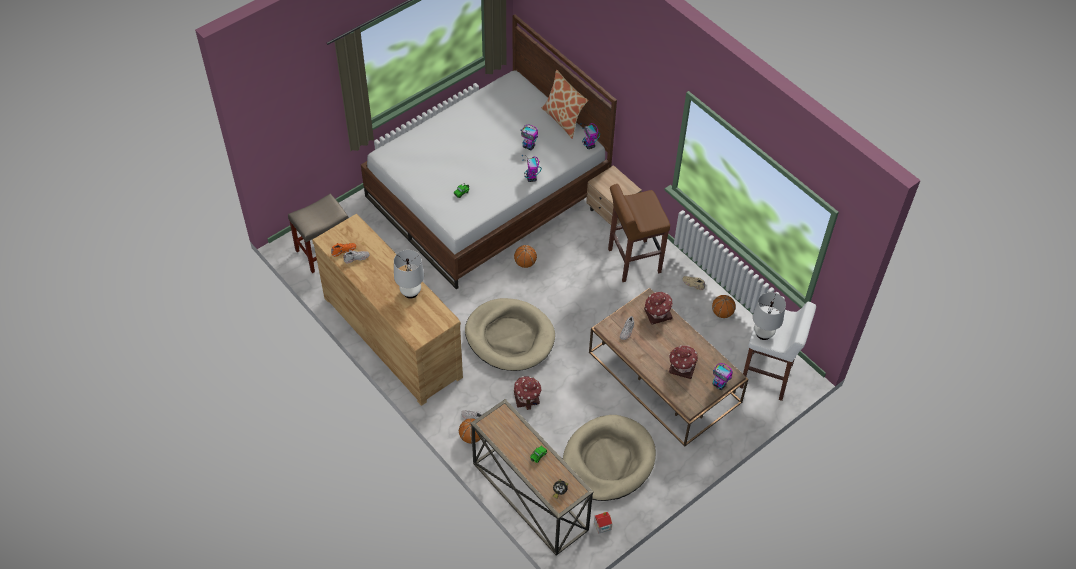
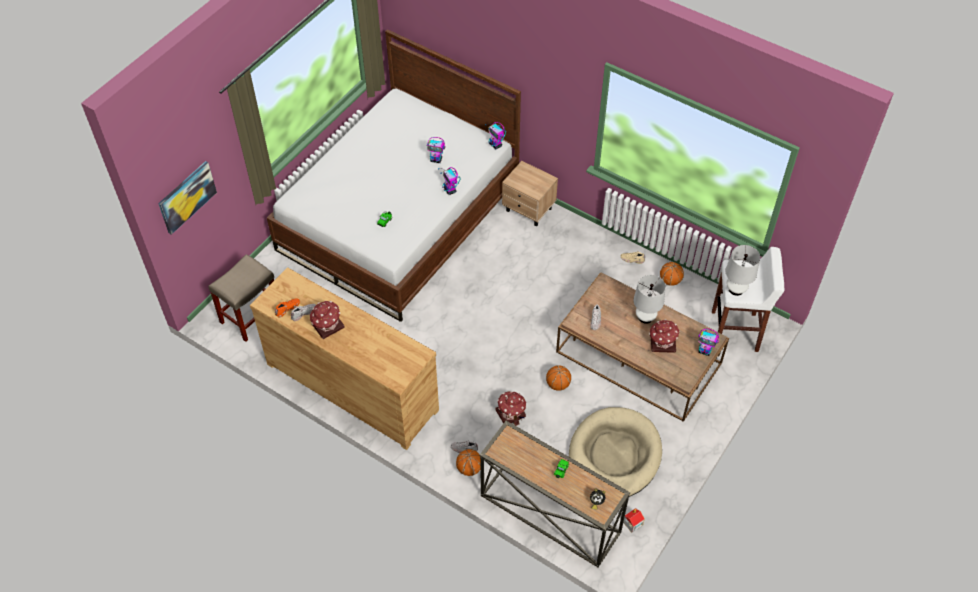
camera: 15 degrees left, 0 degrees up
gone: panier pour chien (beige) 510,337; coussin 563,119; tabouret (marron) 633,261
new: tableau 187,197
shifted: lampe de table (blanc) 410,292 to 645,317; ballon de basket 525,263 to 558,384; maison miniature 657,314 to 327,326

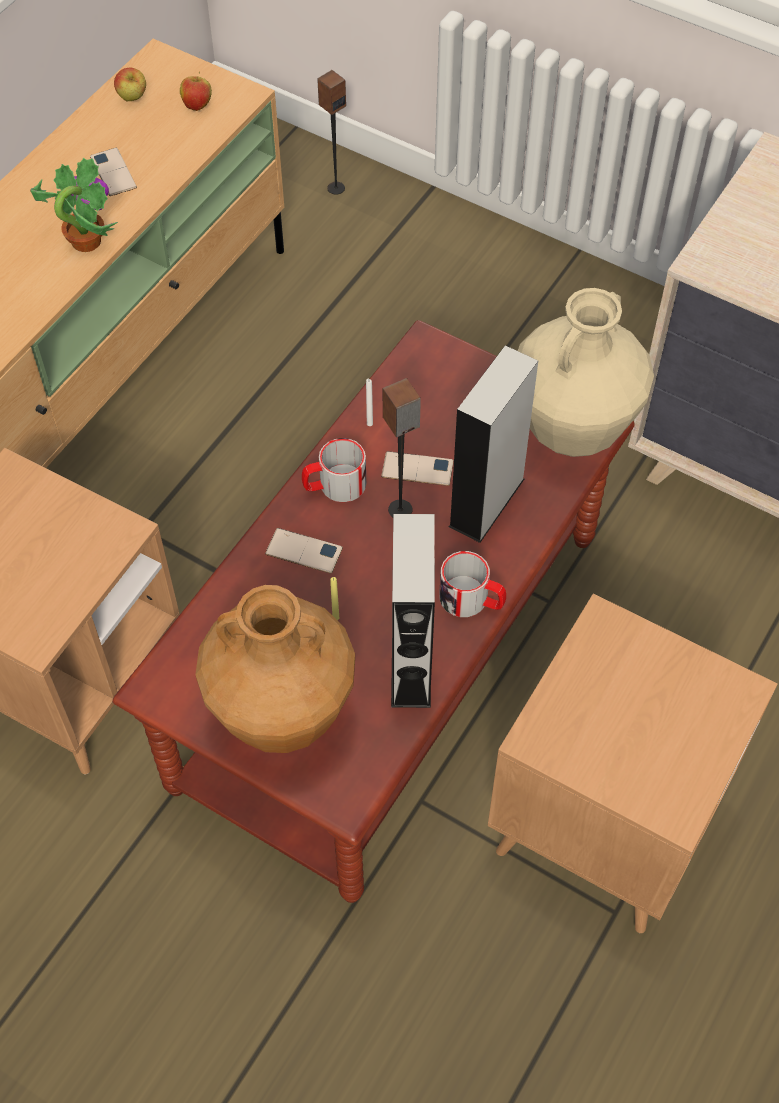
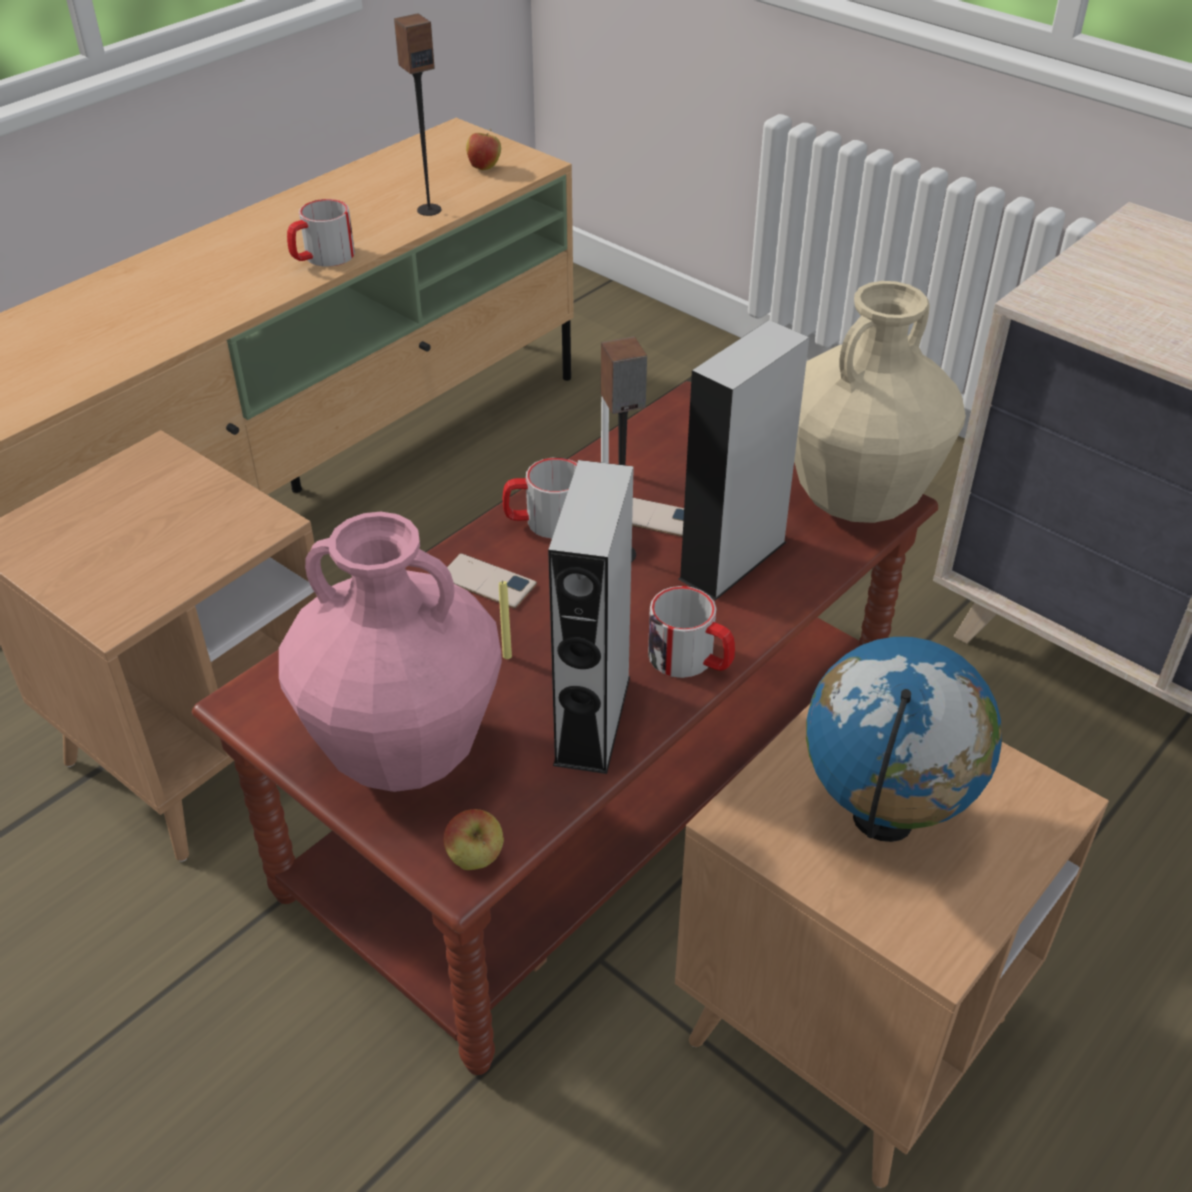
camera: 10 degrees right, 15 degrees down
gone: téléphone 113,172
new: globe 883,821
shifted: pomme 133,98 to 475,860; enceinte 335,188 to 429,210
swapped: plante en pot 85,241 to mug 322,258
repainted: vase (marron) 283,714 to vase (rose) 406,754

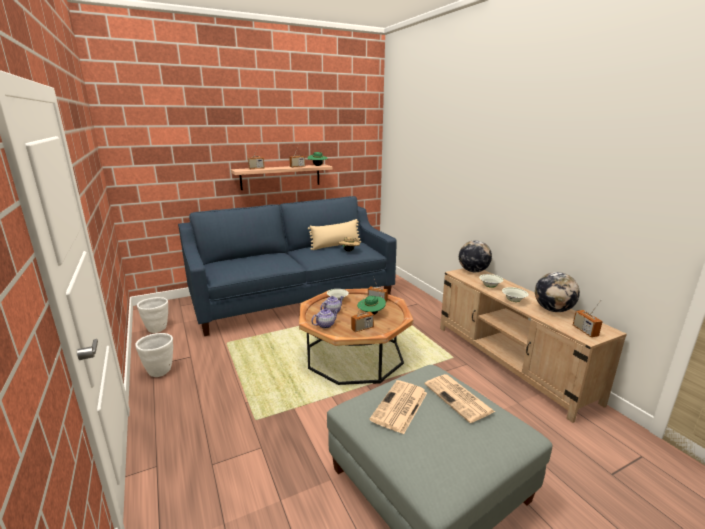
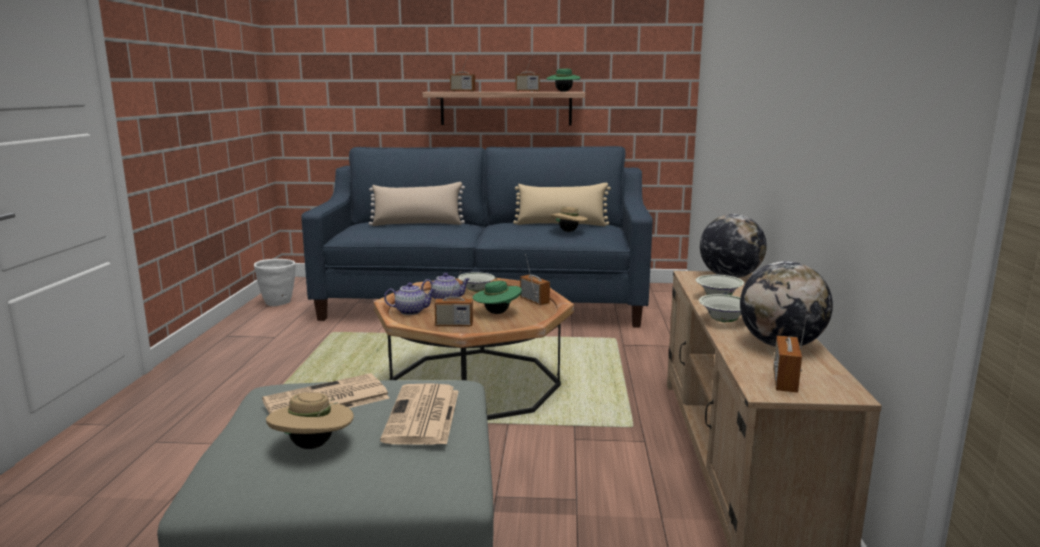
camera: 30 degrees right, 5 degrees down
gone: cache-pot (blanc) 160,371
new: chapeau (beige) 313,446; coussin (beige) 417,224

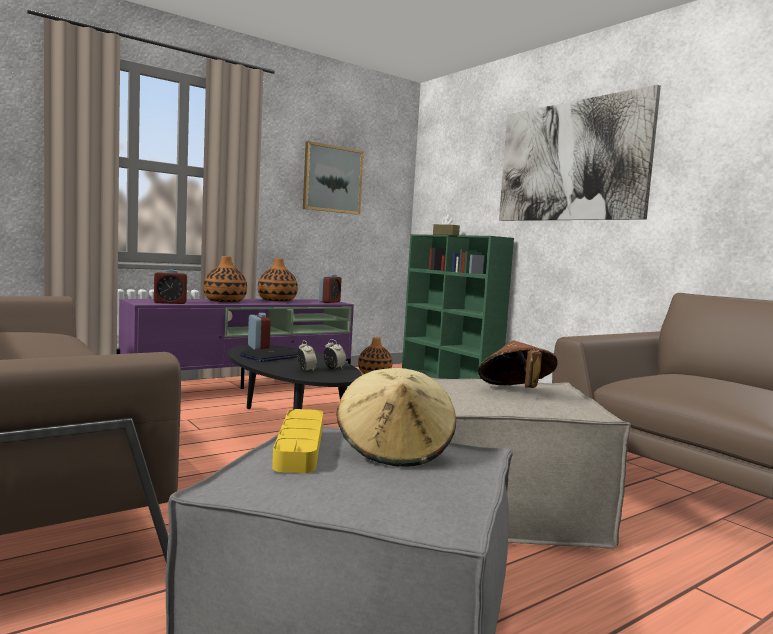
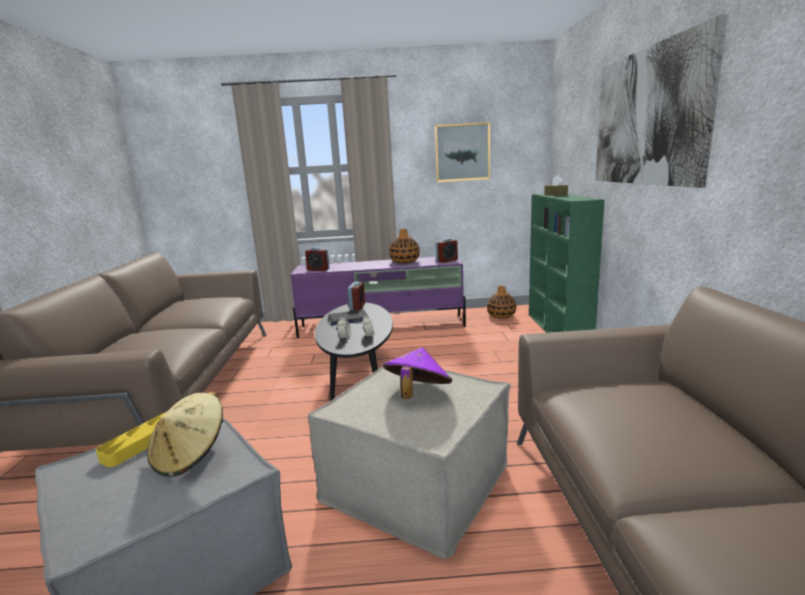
camera: 35 degrees right, 10 degrees up
gone: vase 225,301
repainted: chapeau (marron) 515,392 to chapeau (violet) 417,394

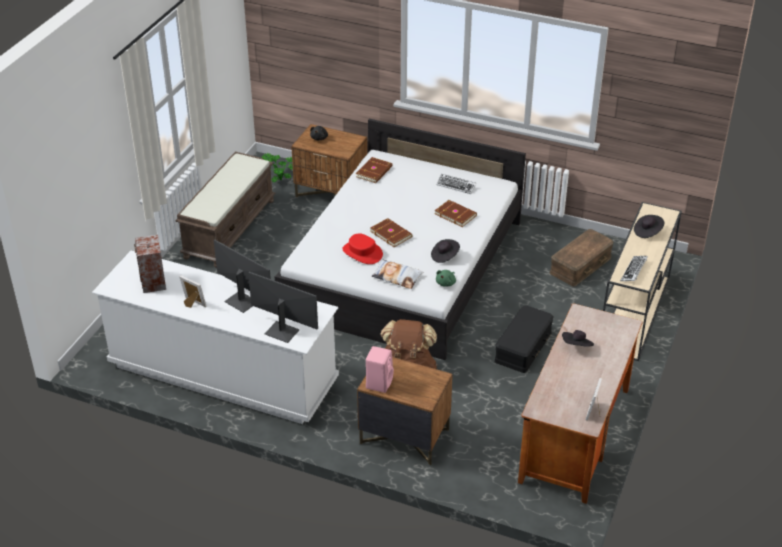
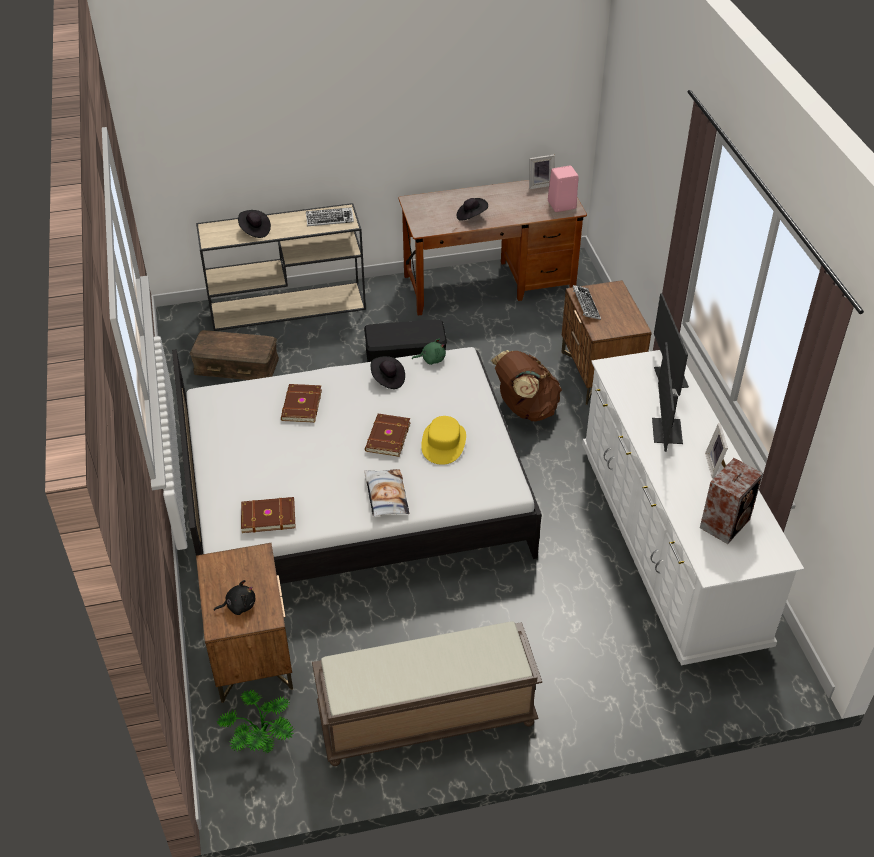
camera: 125 degrees left, 5 degrees up
shifted: enceinte (rose) 379,382 to 561,205; coussin 397,277 to 385,496; clavier 456,186 to 585,305
repainted: chapeau (rouge) 362,252 to chapeau (jaune) 444,443

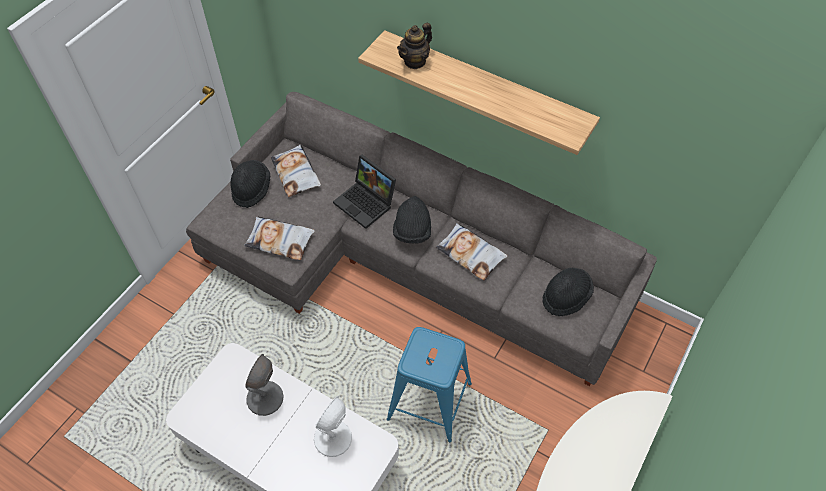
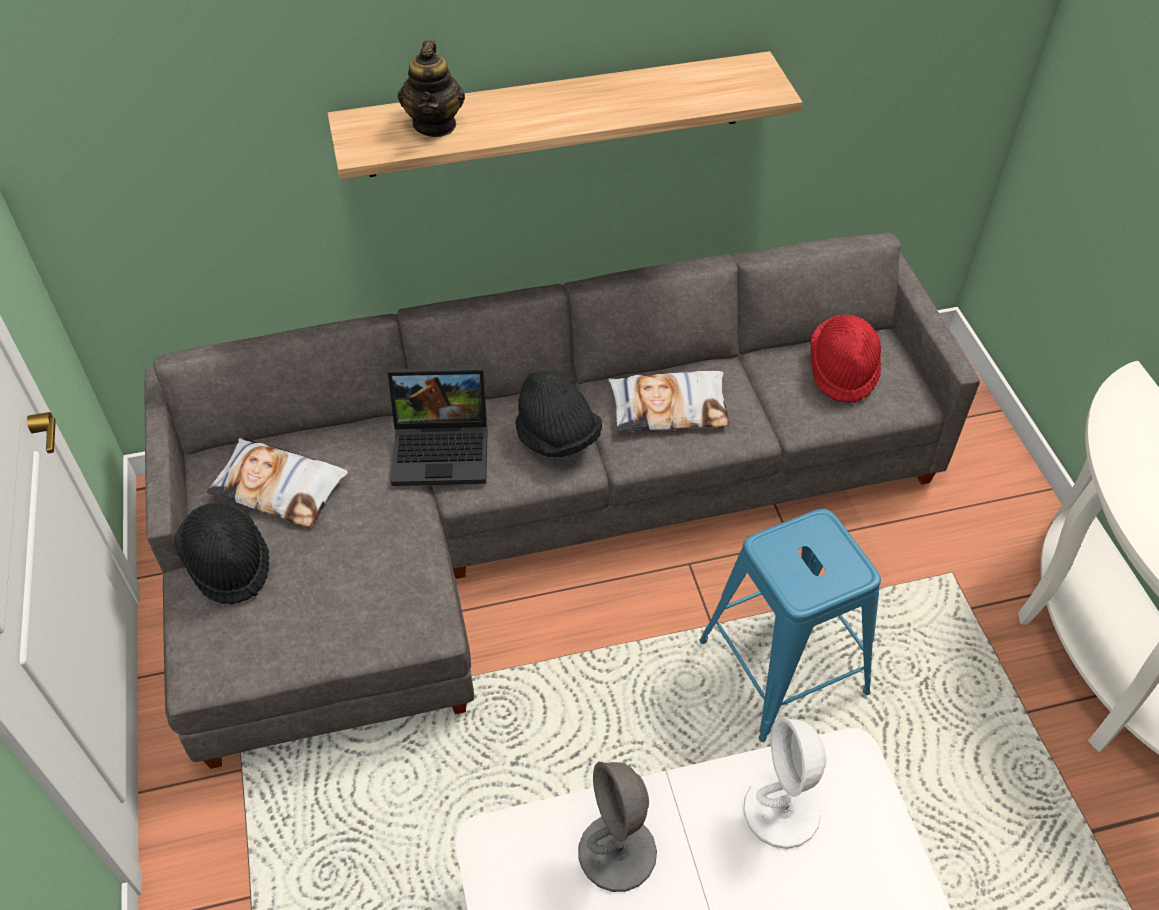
camera: 45 degrees left, 5 degrees down
gone: coussin 280,241
repainted: chapeau (noir) 566,297 to chapeau (rouge) 842,371

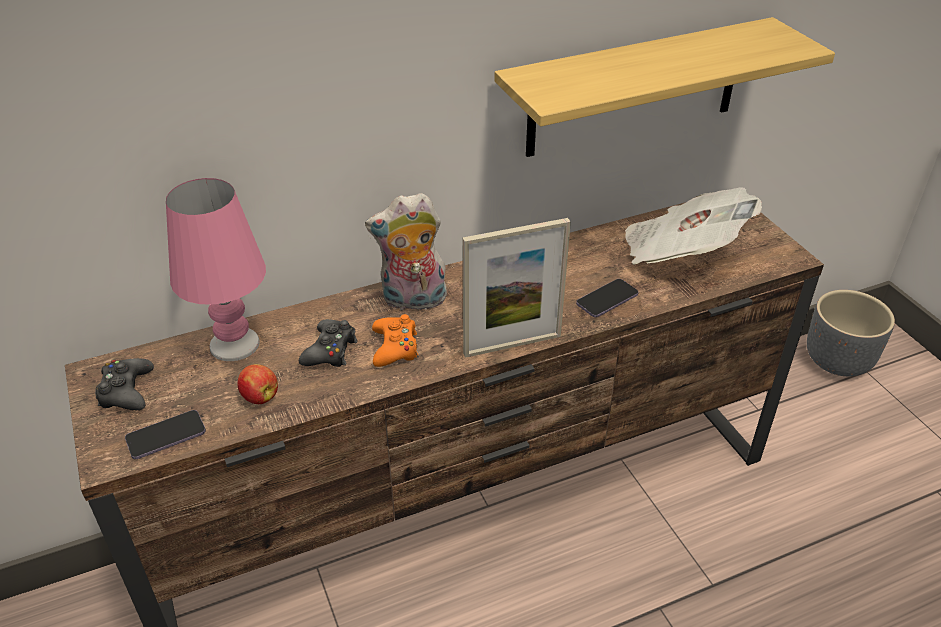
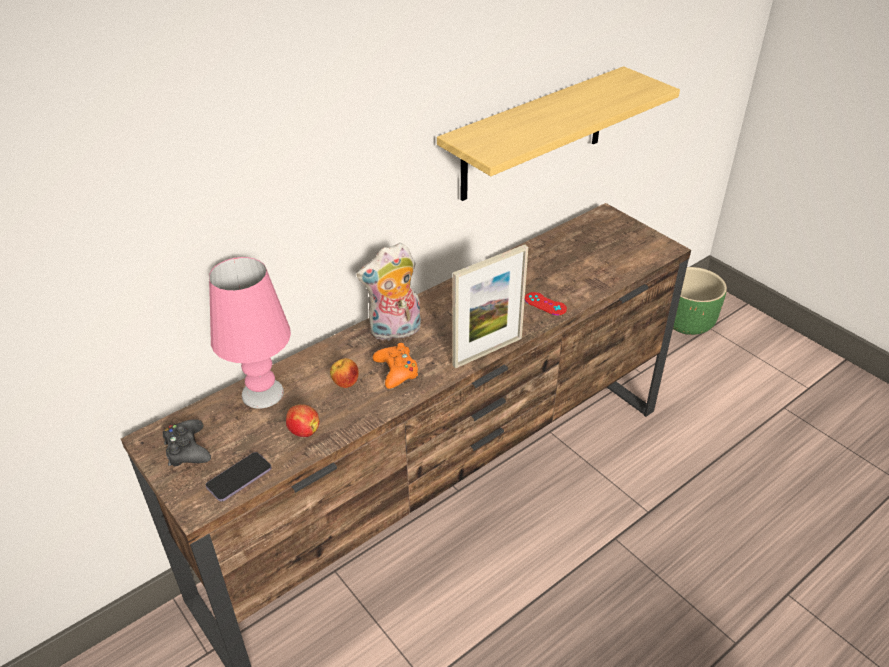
camera: 15 degrees left, 0 degrees up
gone: journal 681,252
swapped: manette (noir) 330,351 to pomme 345,383; téléphone 607,300 to manette (rouge) 545,304
repainted: cache-pot (gris) 838,360 to cache-pot (vert) 687,323

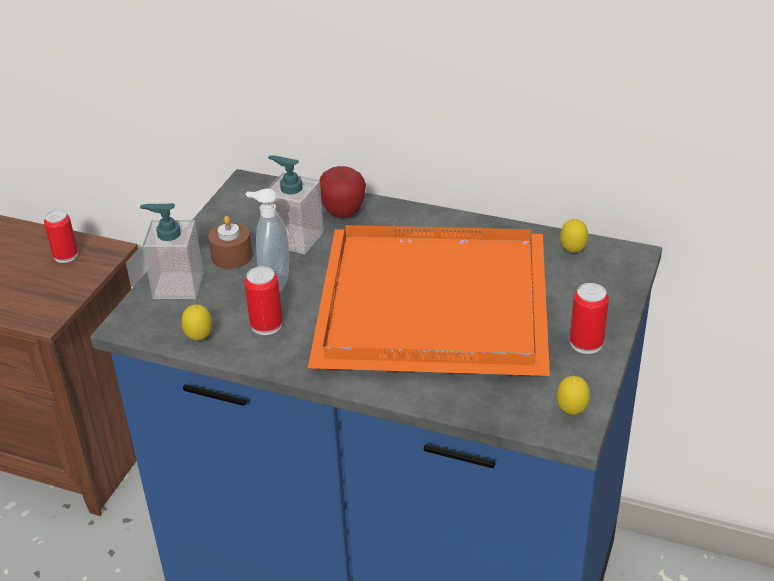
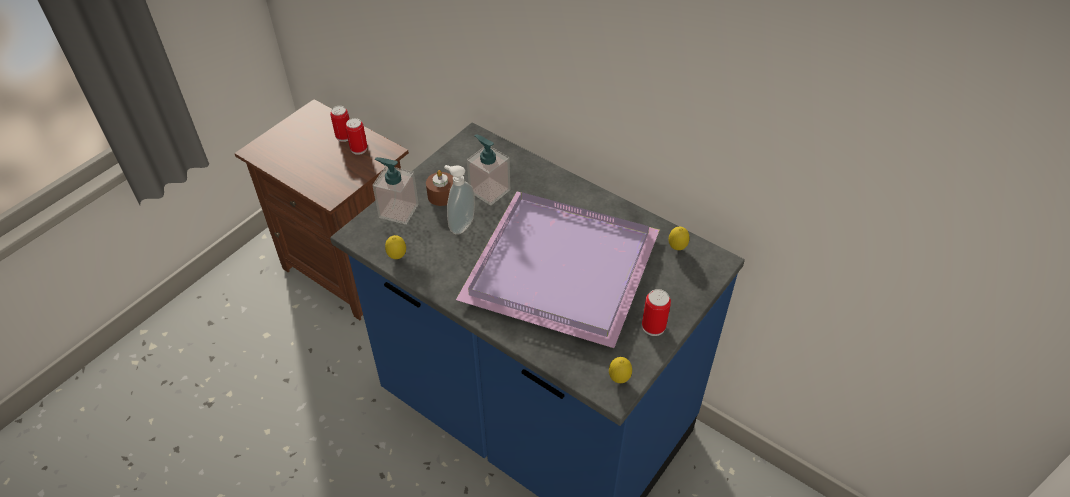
camera: 15 degrees right, 10 degrees up
gone: pomme 343,213
shifted: boîte métallique 266,325 to 344,136
repainted: plateau (orange) 437,302 to plateau (violet) 565,267

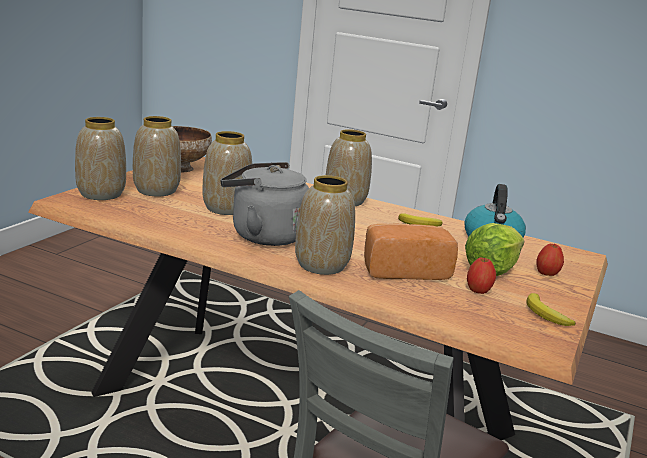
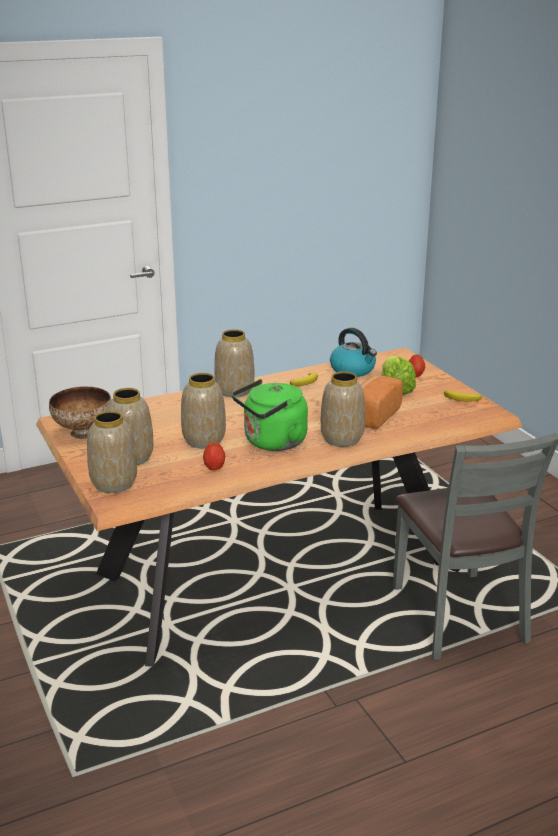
camera: 50 degrees left, 5 degrees up
shifted: pomme 478,290 to 214,467
repainted: bouilloire (gris) 263,235 to bouilloire (vert) 272,442

